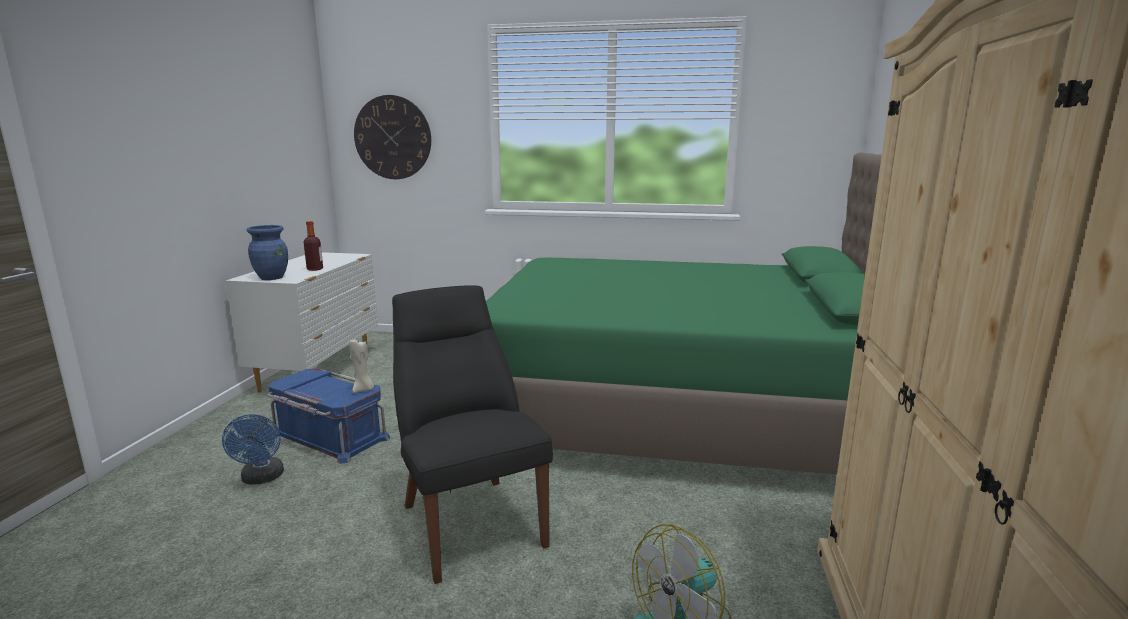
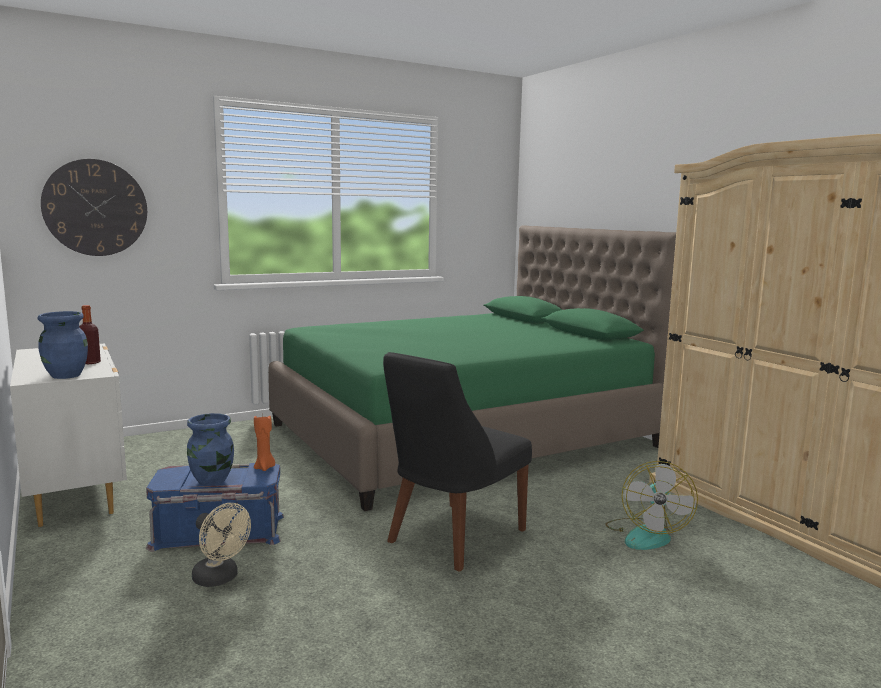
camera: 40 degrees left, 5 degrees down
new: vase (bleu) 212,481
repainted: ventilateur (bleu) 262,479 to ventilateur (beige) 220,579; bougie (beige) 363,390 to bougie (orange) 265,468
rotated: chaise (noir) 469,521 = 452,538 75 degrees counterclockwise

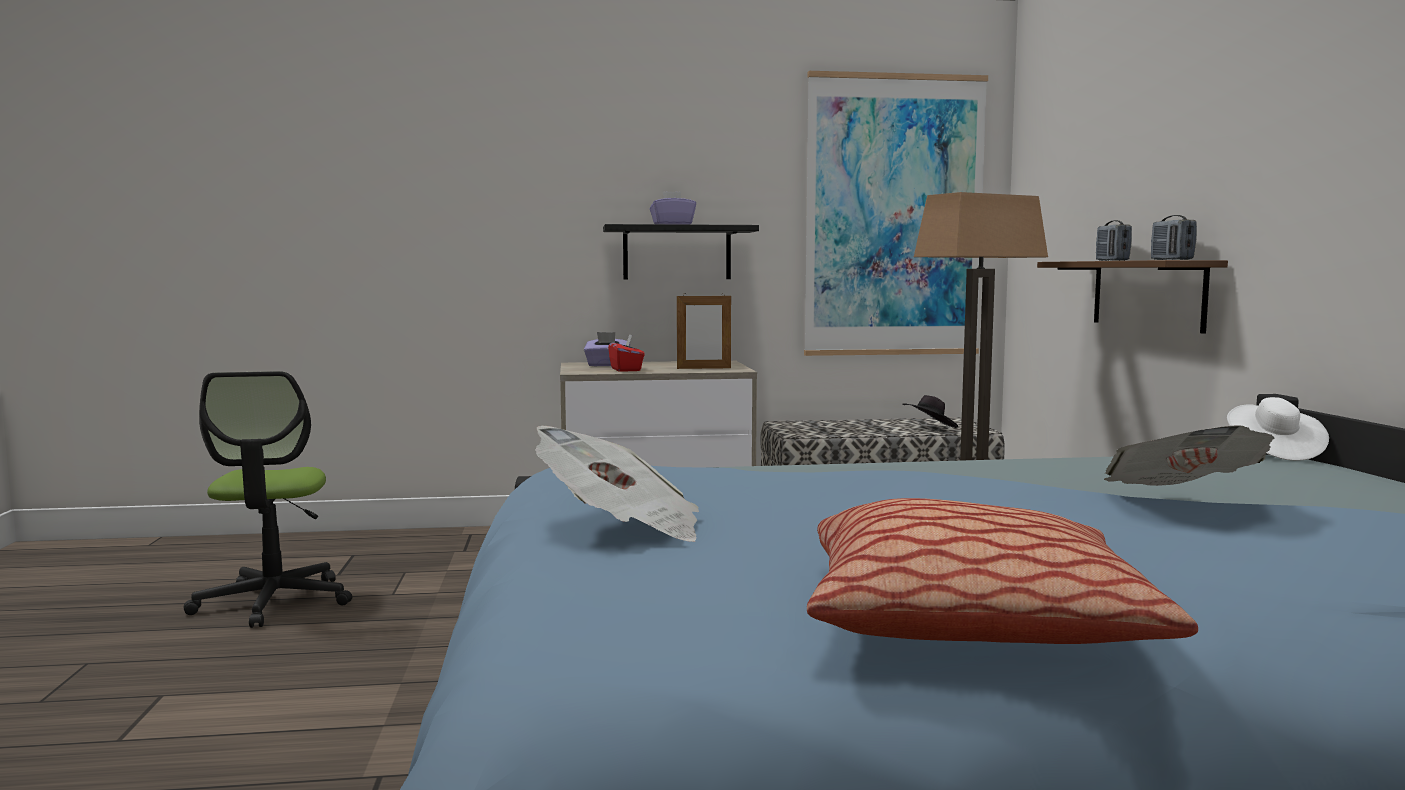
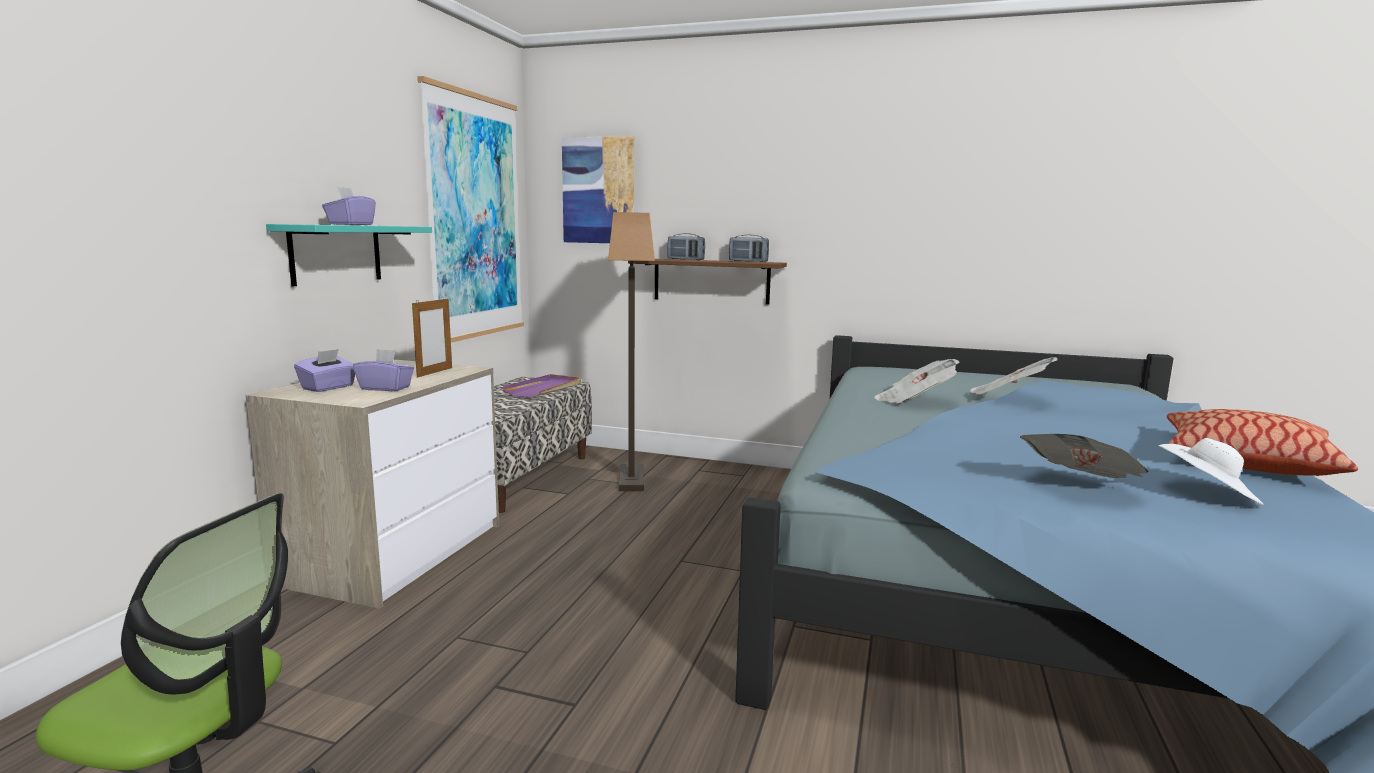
camera: 65 degrees left, 5 degrees up
new: tableau 598,191; journal 914,401
shifted: chapeau (blanc) 1273,452 to 1208,494
swapped: chapeau (noir) 930,428 to plateau (violet) 544,389
repainted: étagère (noir) 677,253 to étagère (turquoise) 336,254; boîte à mouchoirs (rouge) 626,370 to boîte à mouchoirs (violet) 386,388

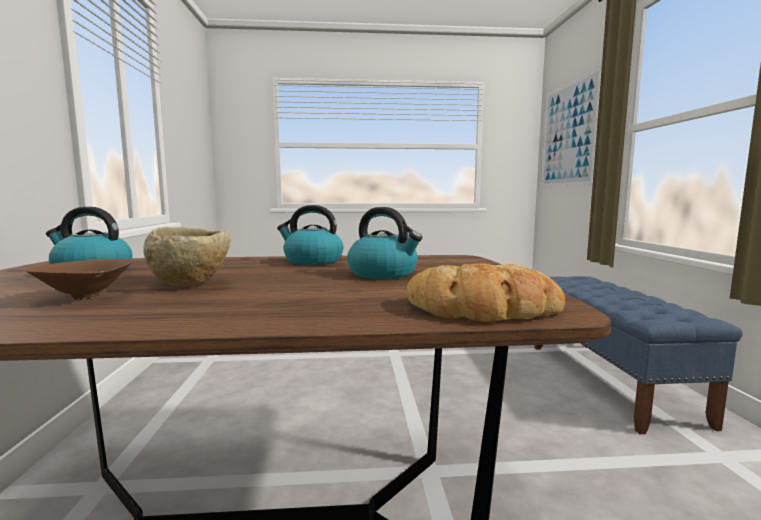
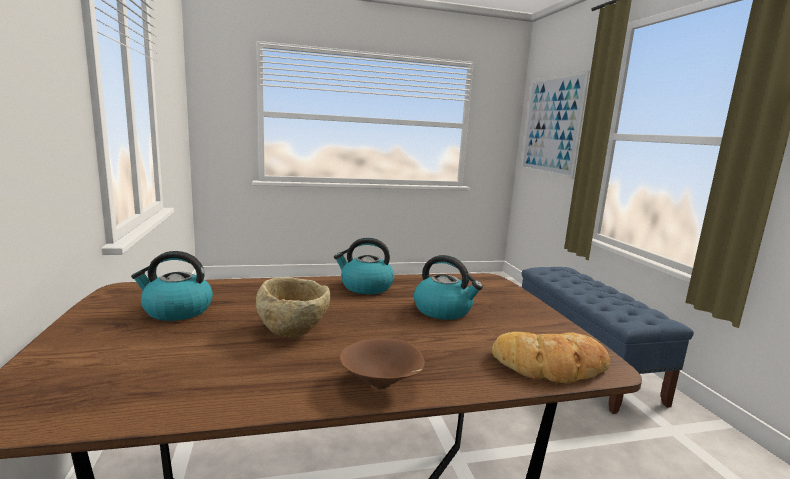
camera: 10 degrees left, 5 degrees up
shifted: bol (marron) 86,298 to 382,385

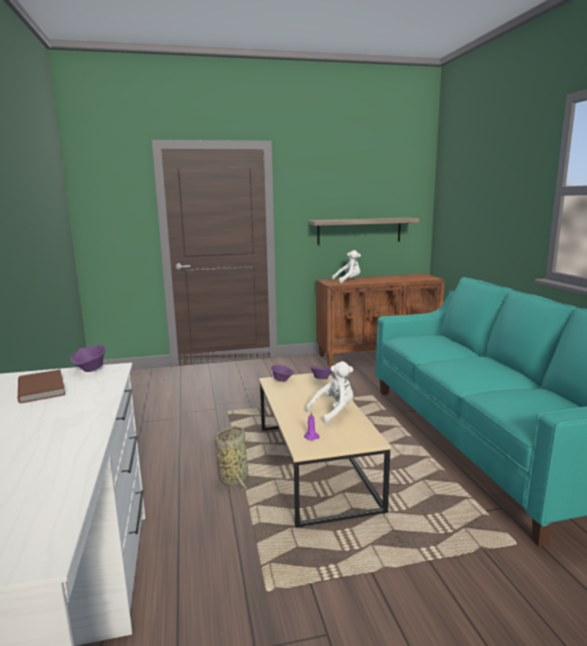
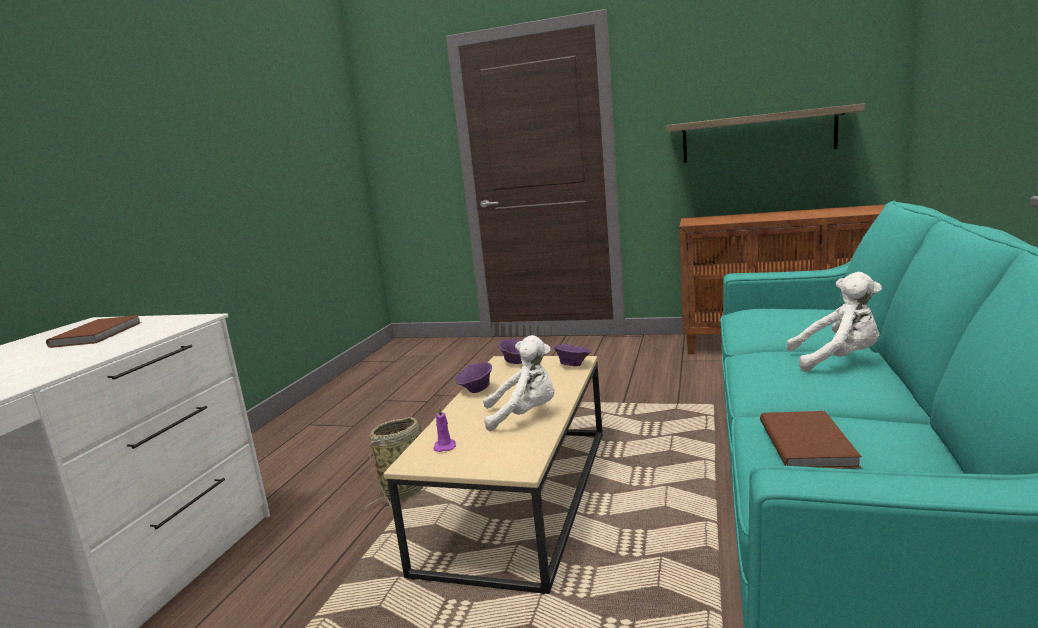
camera: 30 degrees right, 0 degrees up
new: livre (marron) 808,442
shifted: bol (violet) 90,370 to 476,390; peluche (blanc) 348,280 to 837,360

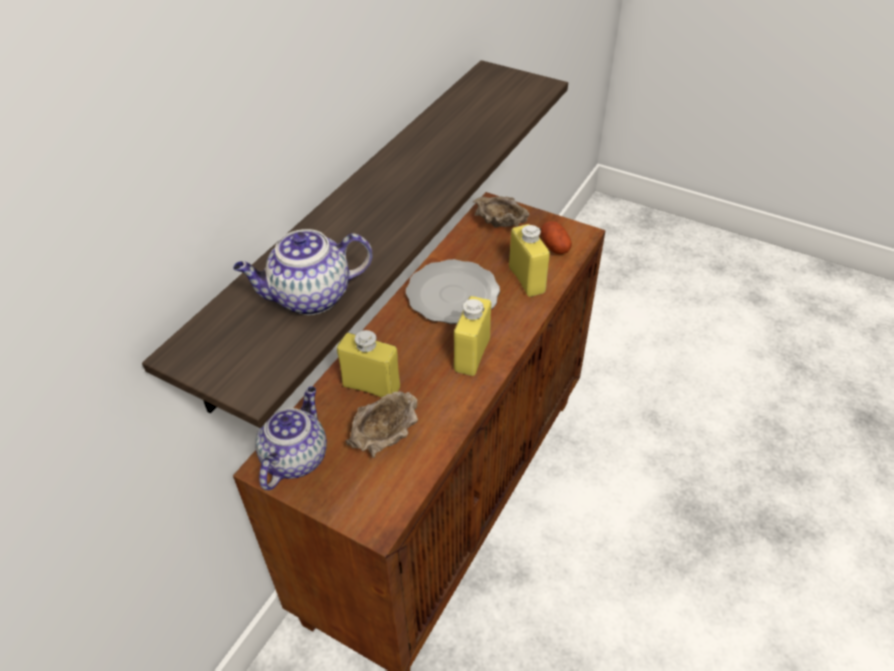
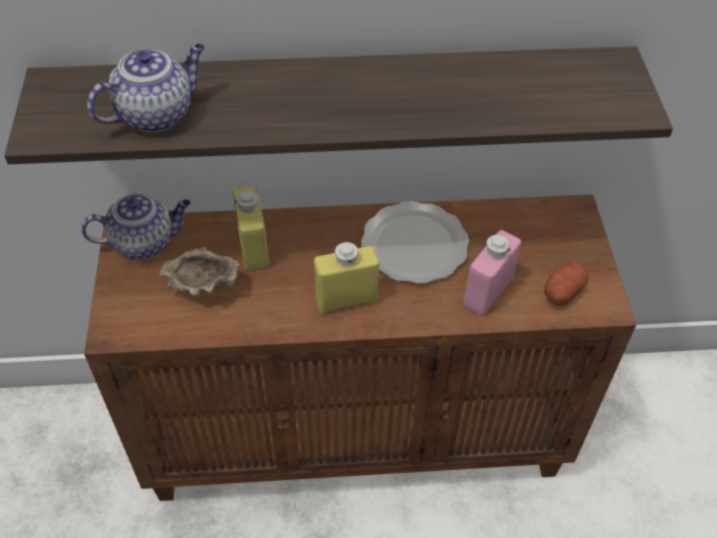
camera: 55 degrees right, 5 degrees up
gone: bol (beige) 500,226
repainted: bouteille (jaune) 526,280 to bouteille (rose) 487,292
rotated: théière 310,297 = 156,113 105 degrees clockwise

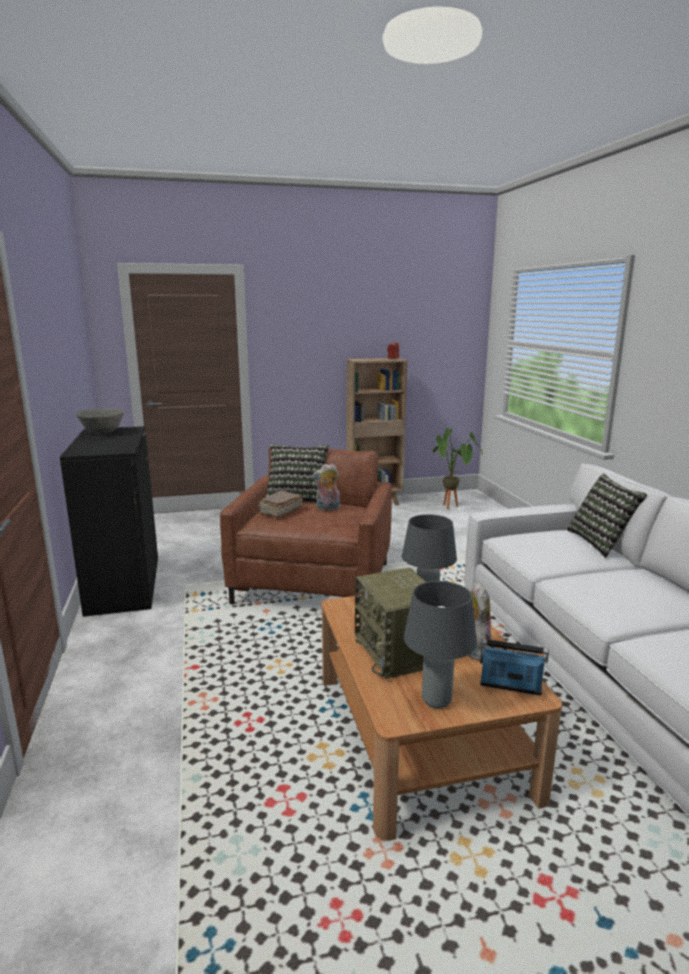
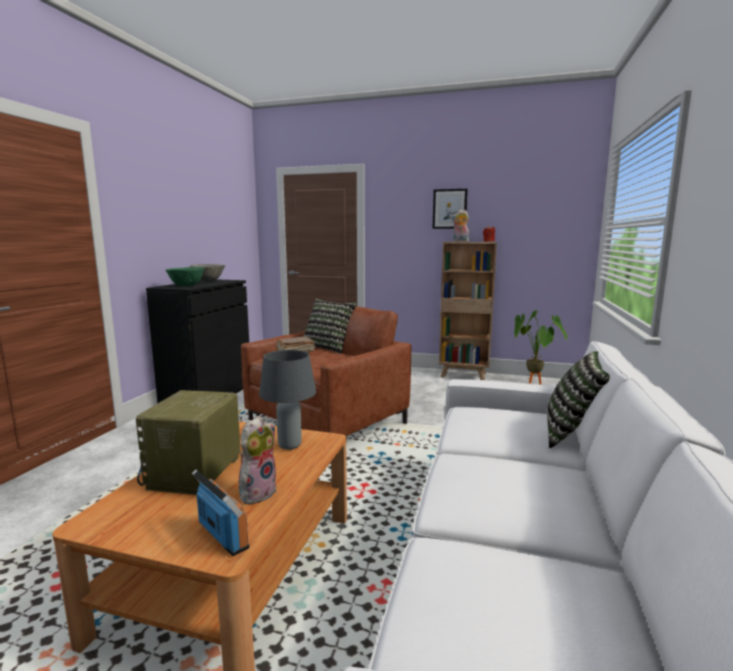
camera: 30 degrees right, 5 degrees down
gone: lampe de table (gris) 437,701
new: bol (vert) 186,286; tableau 449,209
shifted: peluche 327,509 to 460,241

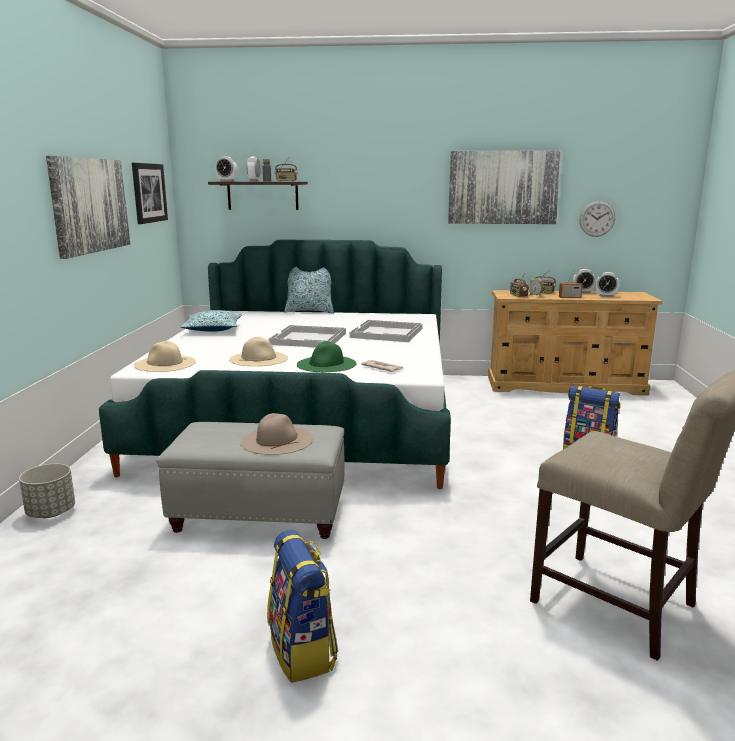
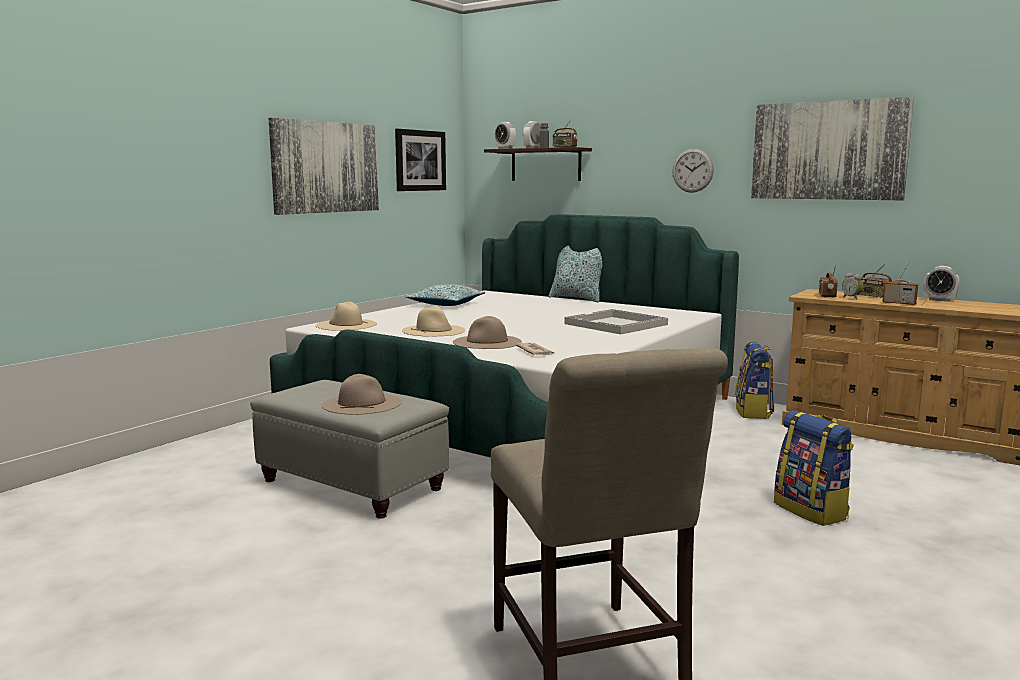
camera: 30 degrees right, 5 degrees down
gone: cache-pot (gris) 51,513; plateau (blanc) 309,339; réveil 606,296
shifted: sac à dos 303,651 to 753,412; horloge murale 597,218 to 692,170
repainted: chapeau (vert) 326,364 to chapeau (beige) 487,342

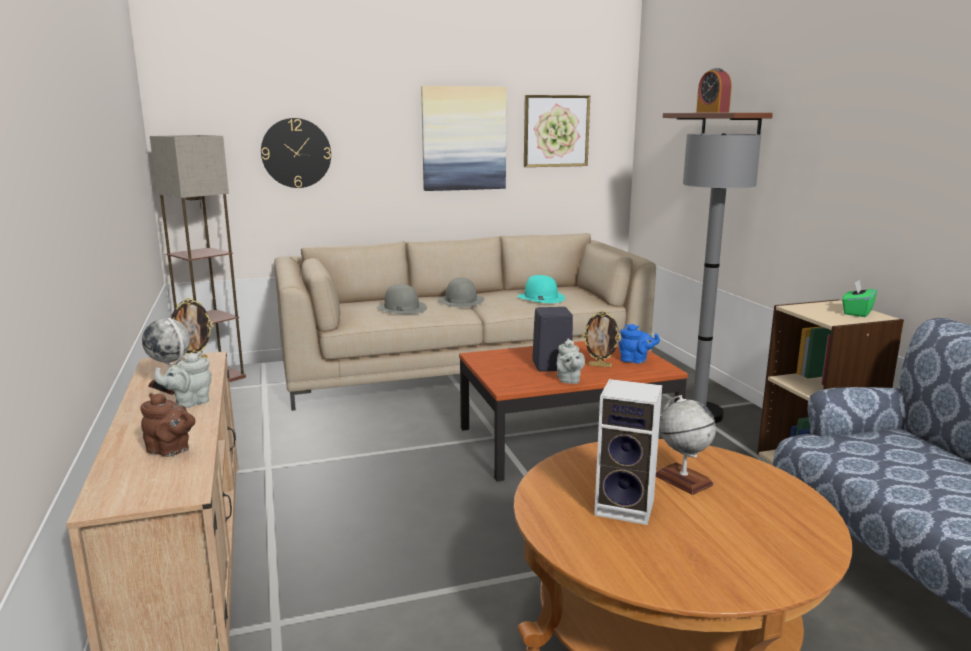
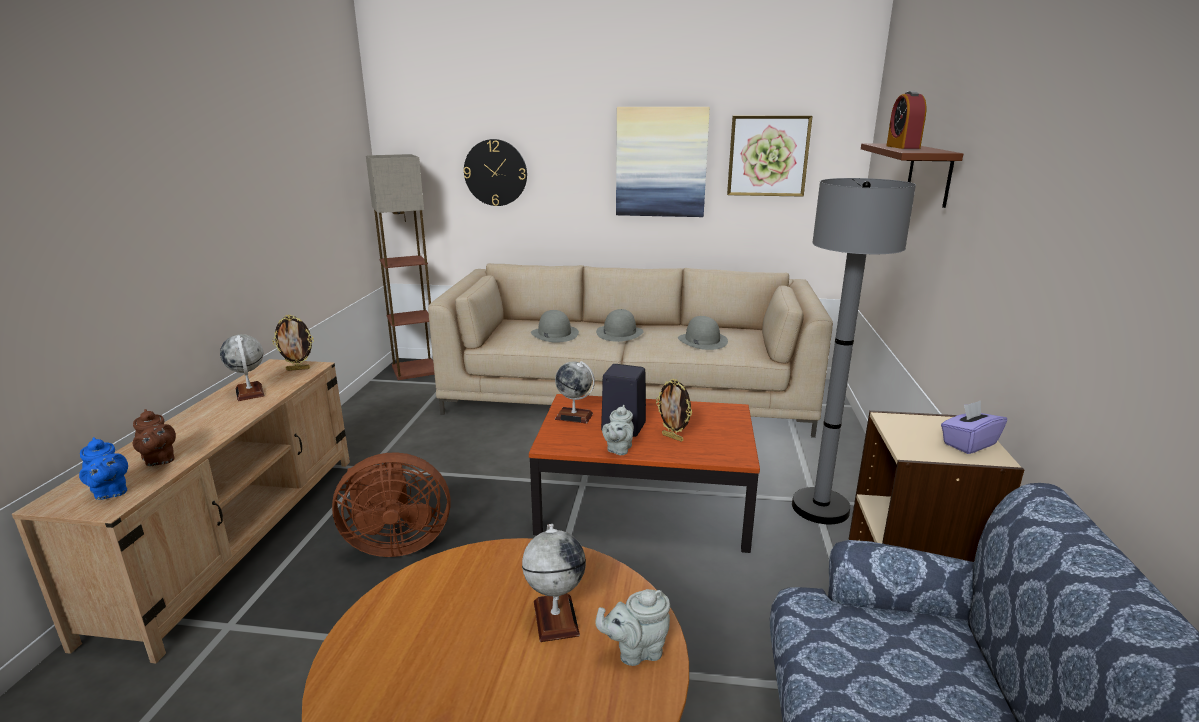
camera: 25 degrees right, 5 degrees up
gone: enceinte 627,508
new: ventilateur (marron) 395,543; globe 574,416
shifted: théière (gris) 189,402 to 636,651; théière (bleu) 635,361 to 110,492
repainted: chapeau (turquoise) 540,297 to chapeau (gris) 702,340; boîte à mouchoirs (vert) 857,312 to boîte à mouchoirs (violet) 968,444

